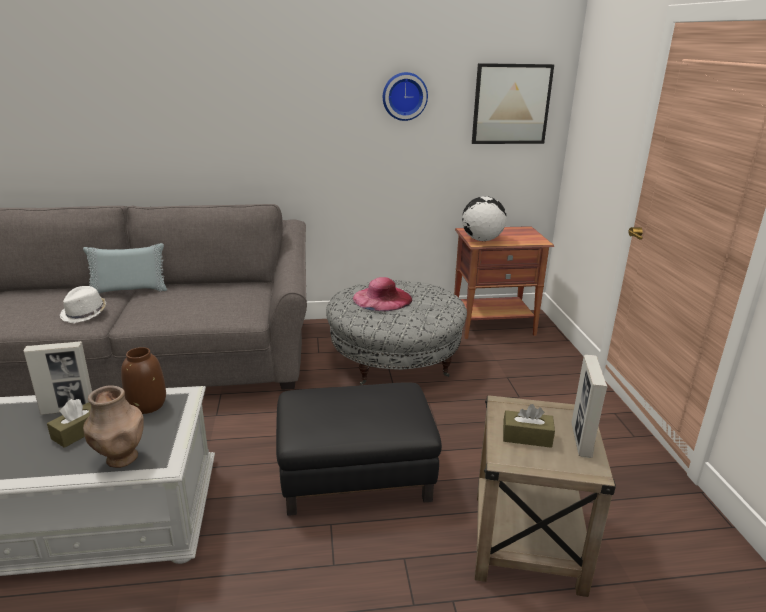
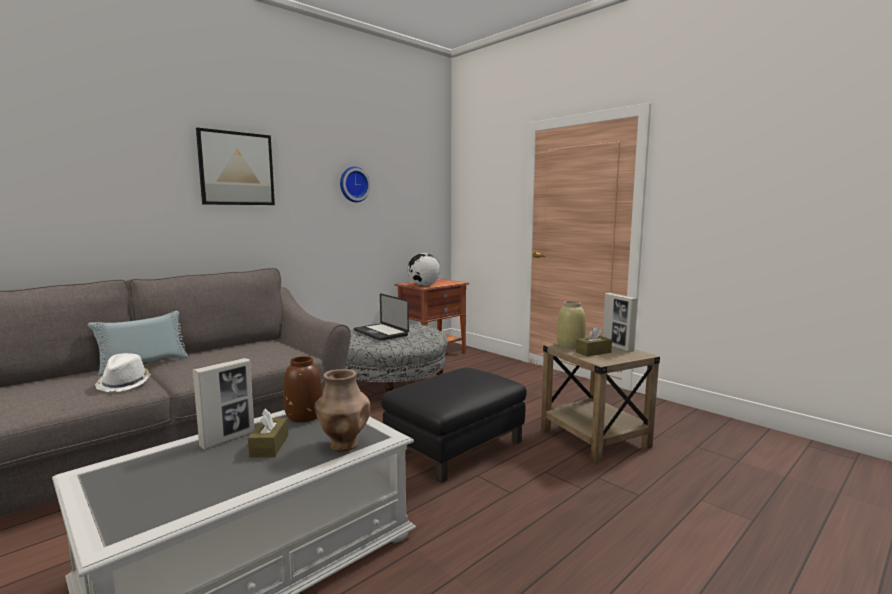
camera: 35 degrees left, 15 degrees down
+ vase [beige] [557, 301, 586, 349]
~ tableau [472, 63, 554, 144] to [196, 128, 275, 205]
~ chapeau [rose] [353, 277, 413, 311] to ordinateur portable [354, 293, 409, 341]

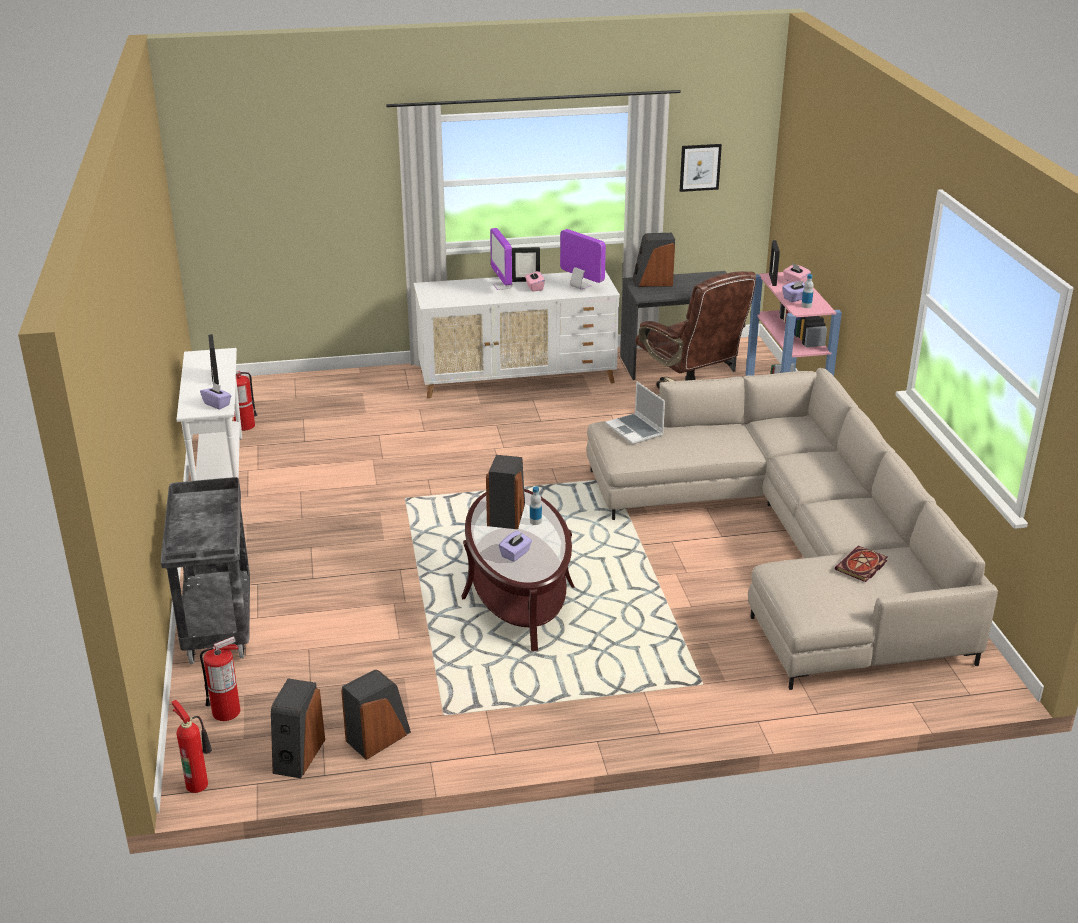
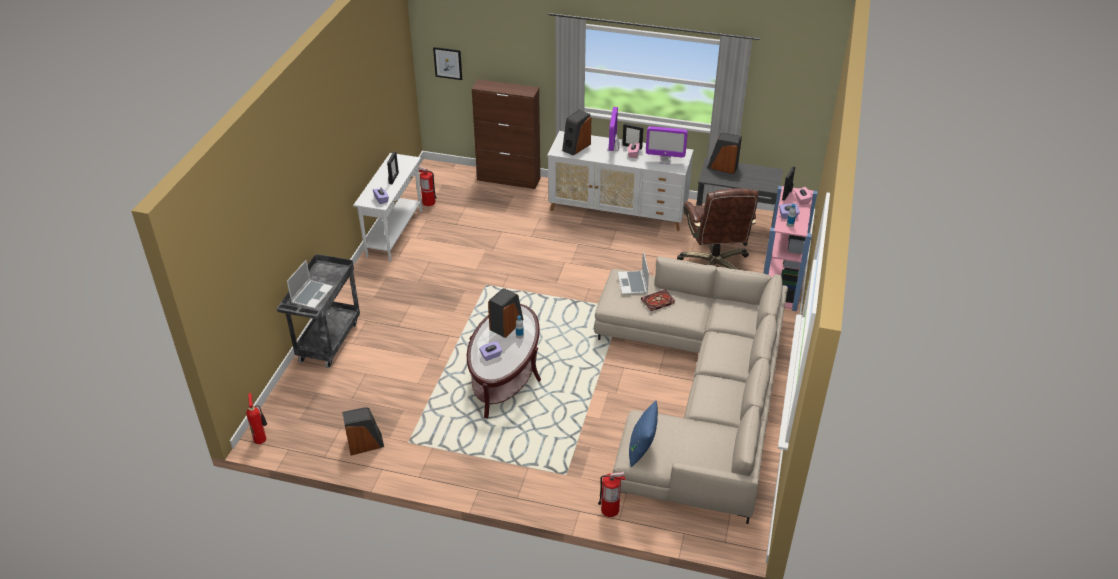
camera: 25 degrees right, 10 degrees up
+ ordinateur portable [287, 260, 333, 309]
+ meuble de rangement [marron] [472, 79, 540, 189]
+ coussin [bleu] [629, 400, 658, 467]
~ extincteur [200, 636, 240, 721] to [598, 472, 626, 517]
~ enceinte [271, 679, 325, 778] to [562, 110, 591, 156]
~ tableau [680, 144, 722, 192] to [433, 47, 462, 80]
~ livre [835, 546, 888, 582] to [641, 290, 675, 311]
~ écran d'ordinateur [560, 229, 606, 290] = [646, 126, 688, 165] 120 degrees clockwise

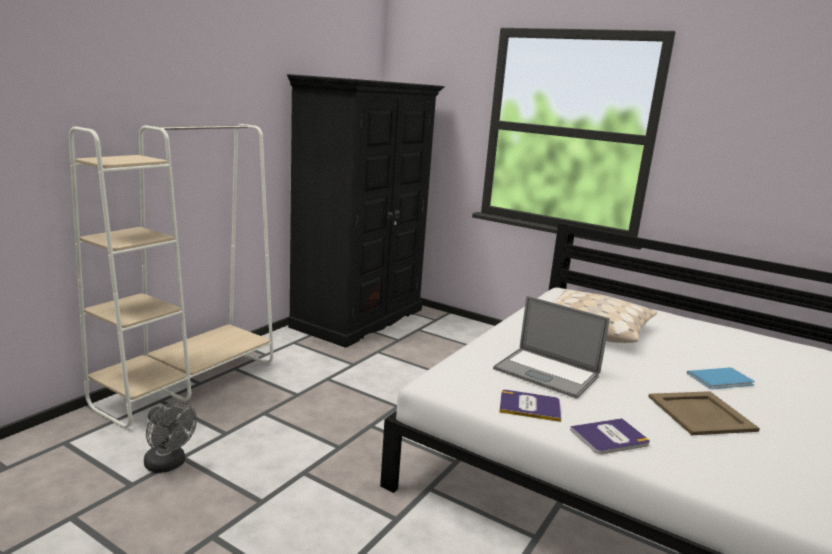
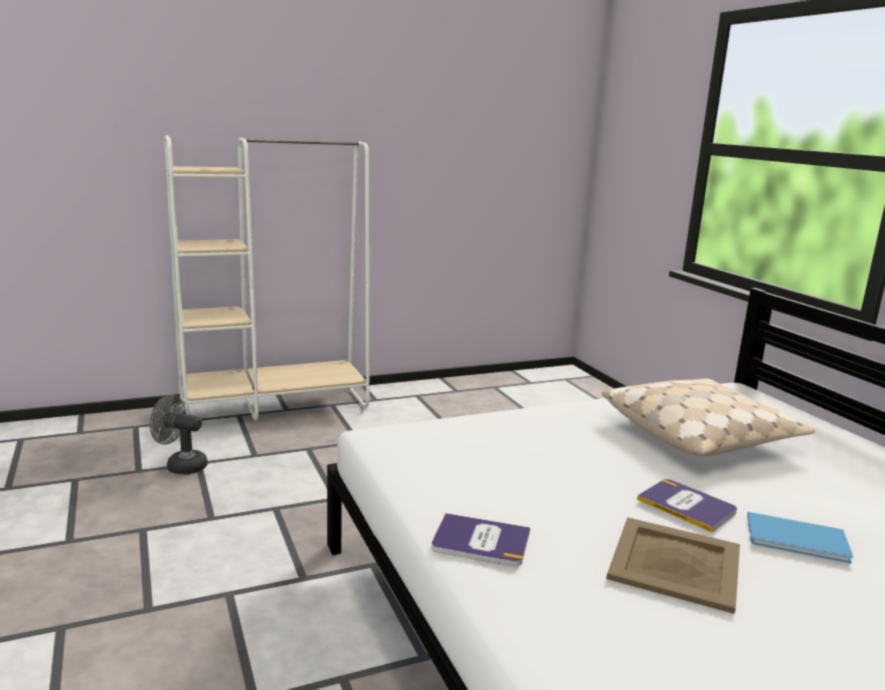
camera: 35 degrees right, 0 degrees up
- armoire [noir] [287, 74, 444, 348]
- ordinateur portable [493, 296, 610, 399]
~ livre [499, 390, 561, 422] to [637, 479, 737, 533]
~ ventilateur [gris] [144, 402, 197, 473] = [150, 395, 208, 474] 120 degrees clockwise

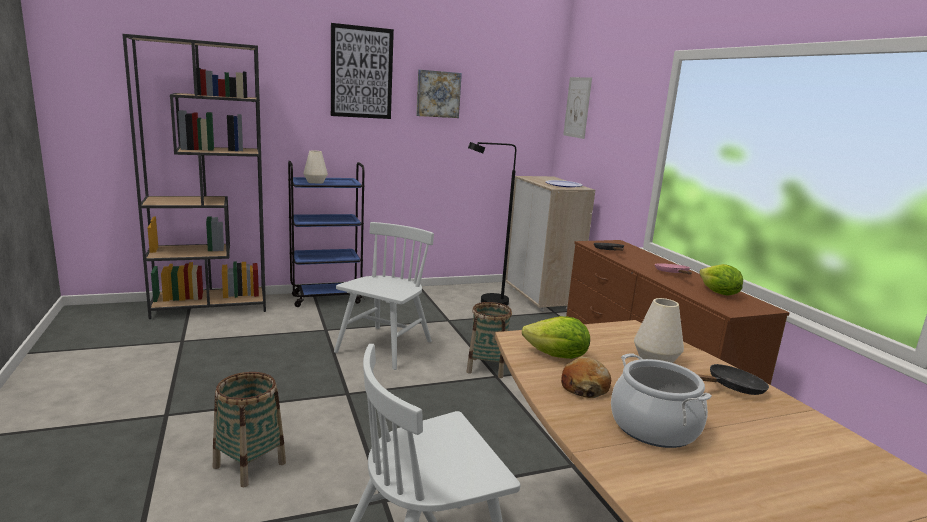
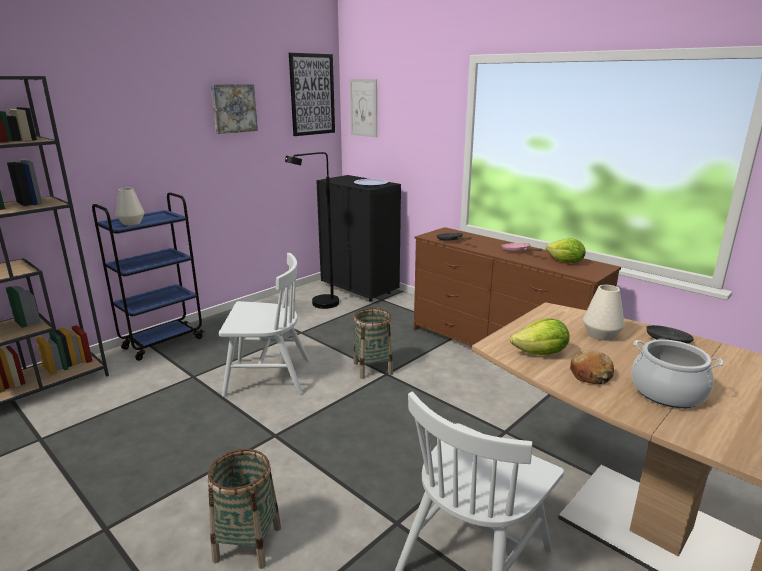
camera: 25 degrees left, 5 degrees up
~ tableau [331, 23, 394, 119] to [289, 53, 335, 136]
~ meuble de rangement [beige] [505, 176, 595, 311] to meuble de rangement [noir] [316, 175, 401, 302]
~ chaise [blanc] [334, 222, 434, 370] = [219, 253, 310, 397] 90 degrees clockwise

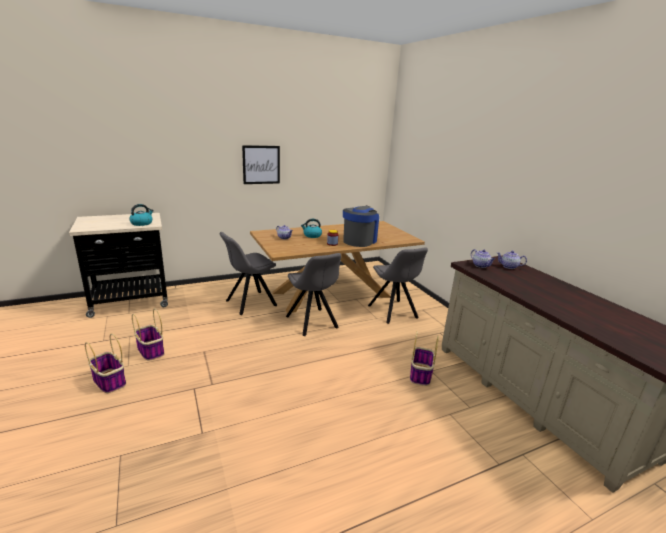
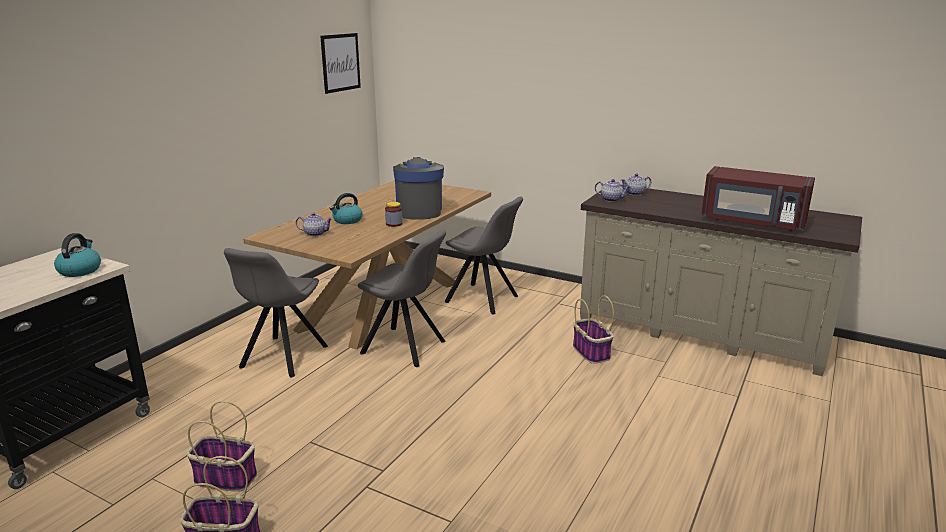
camera: 35 degrees left, 0 degrees up
+ micro-ondes [rouge] [701, 166, 815, 232]
~ tableau [242, 145, 280, 184] to [320, 33, 361, 94]

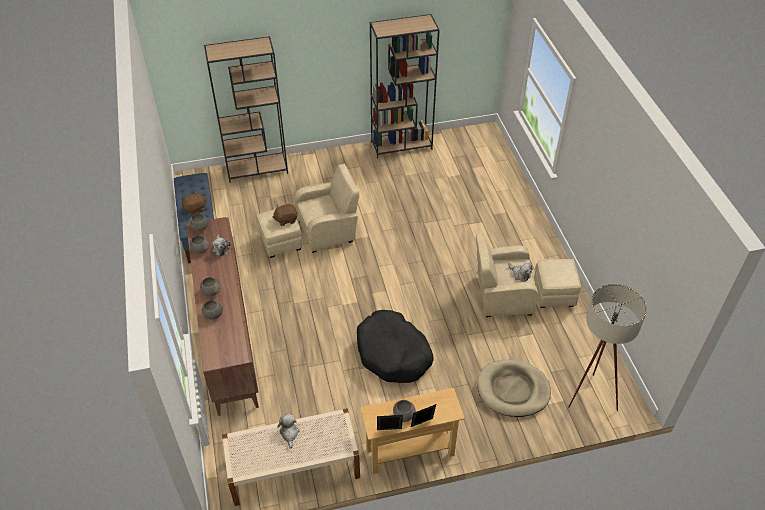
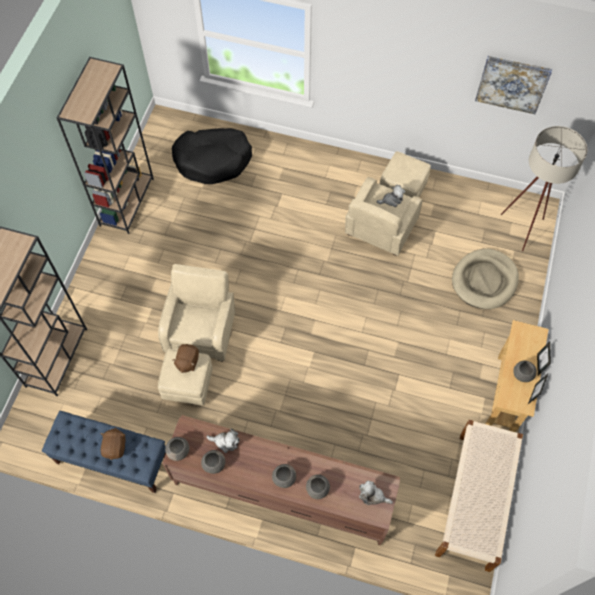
camera: 60 degrees left, 15 degrees up
+ tableau [475, 56, 552, 114]
~ peluche [277, 413, 300, 449] to [359, 481, 393, 505]
~ panier pour chien [noir] [357, 310, 434, 383] to [172, 128, 252, 184]

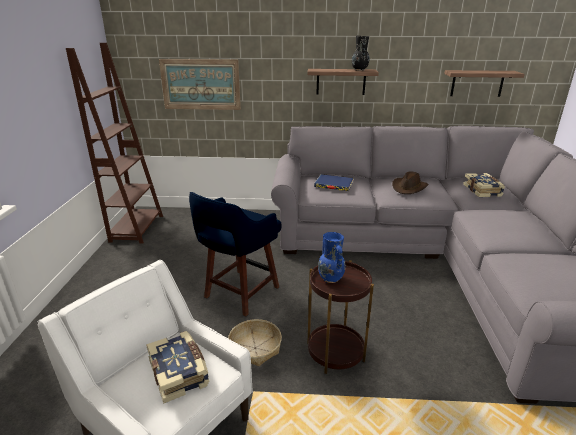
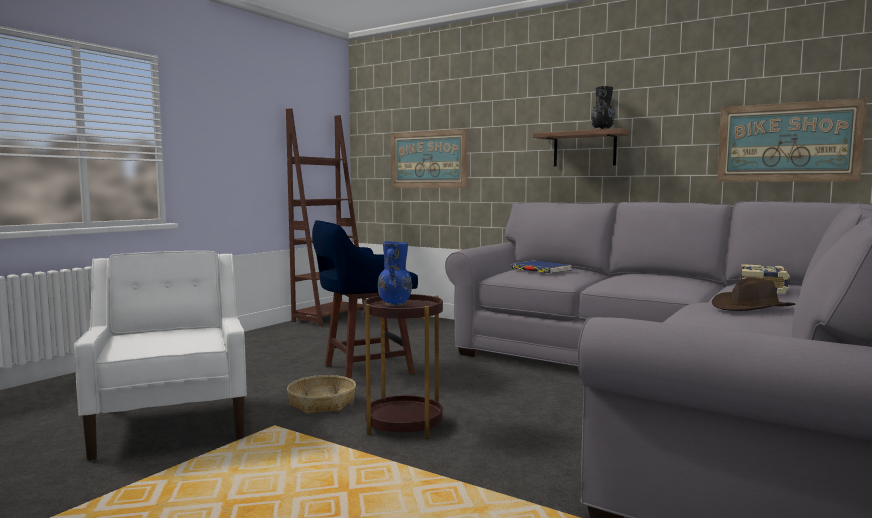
camera: 30 degrees right, 20 degrees down
- livre [146, 331, 209, 404]
~ chapeau [marron] [392, 172, 428, 194] to [712, 278, 795, 311]
~ étagère [444, 70, 525, 97] to tableau [717, 98, 867, 182]

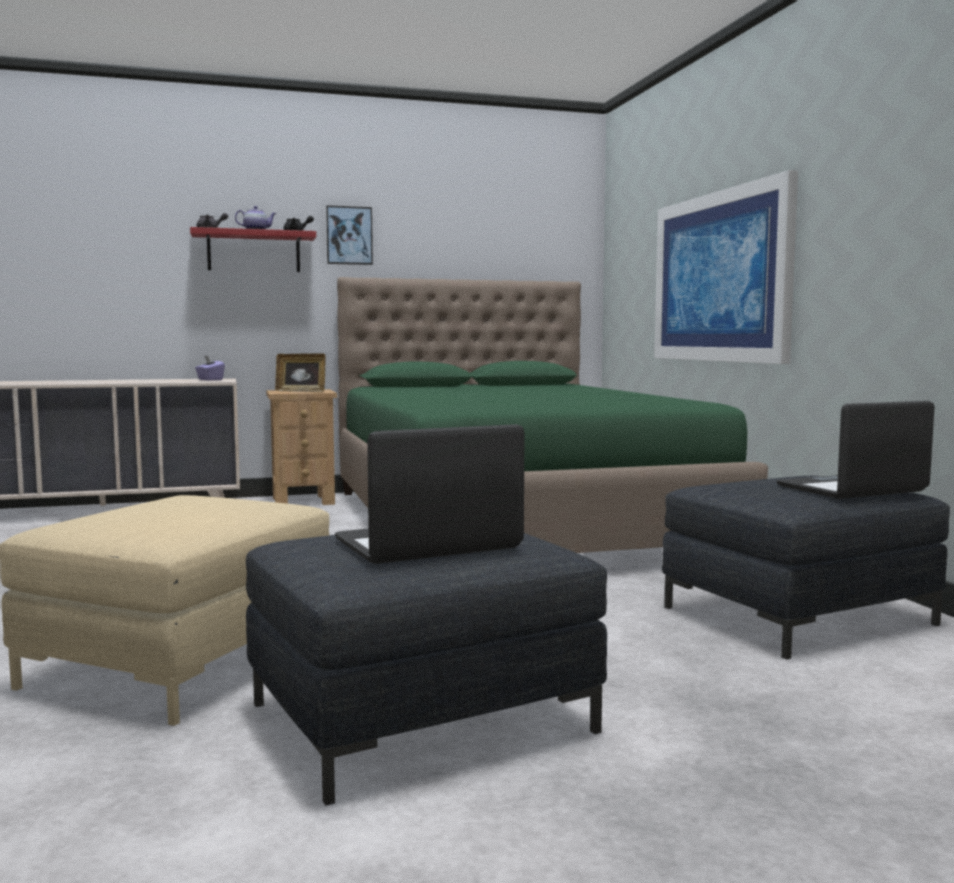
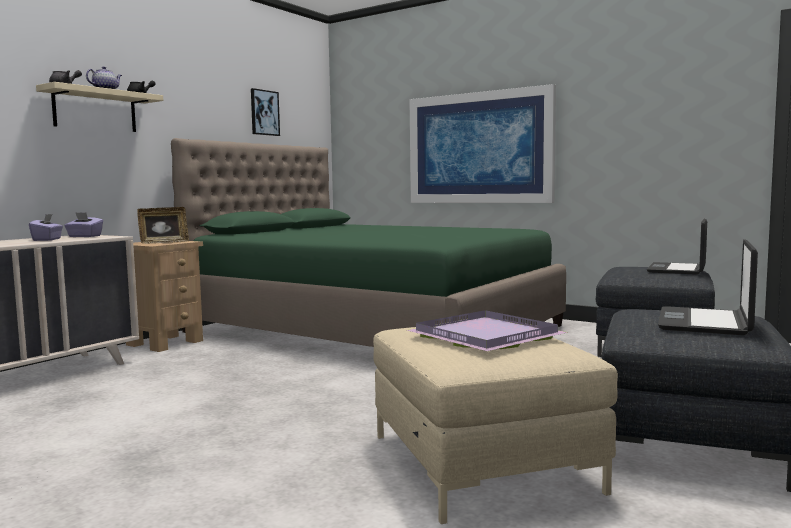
camera: 40 degrees left, 0 degrees up
+ boîte à mouchoirs [violet] [29, 214, 63, 241]
+ plateau [violet] [407, 310, 567, 351]
~ tableau [326, 205, 373, 265] to [251, 88, 280, 136]
~ étagère [rouge] [190, 227, 316, 272] to étagère [beige] [36, 82, 163, 132]

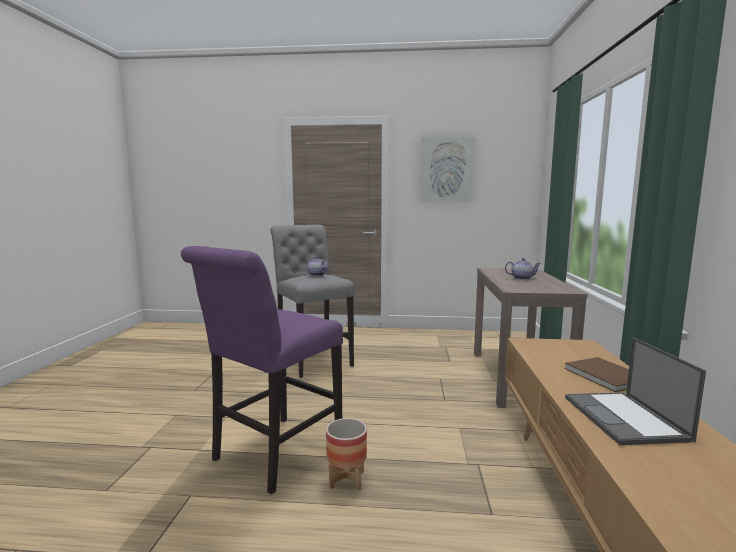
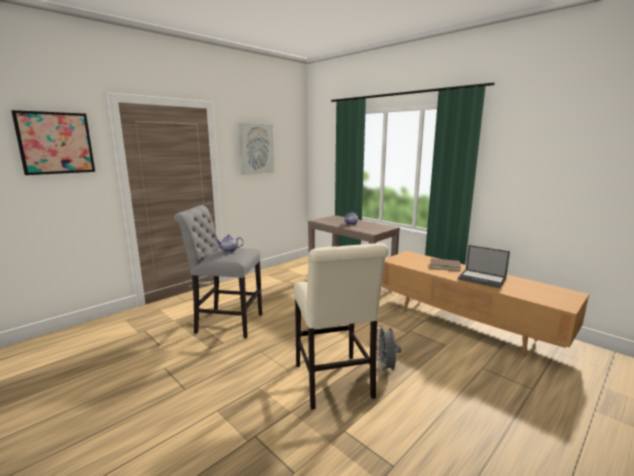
camera: 50 degrees left, 5 degrees up
+ tableau [11, 110, 95, 175]
~ cache-pot [326, 418, 367, 491] to ventilateur [gris] [376, 325, 401, 374]
~ tabouret [violet] [181, 246, 343, 494] to tabouret [beige] [294, 243, 389, 410]

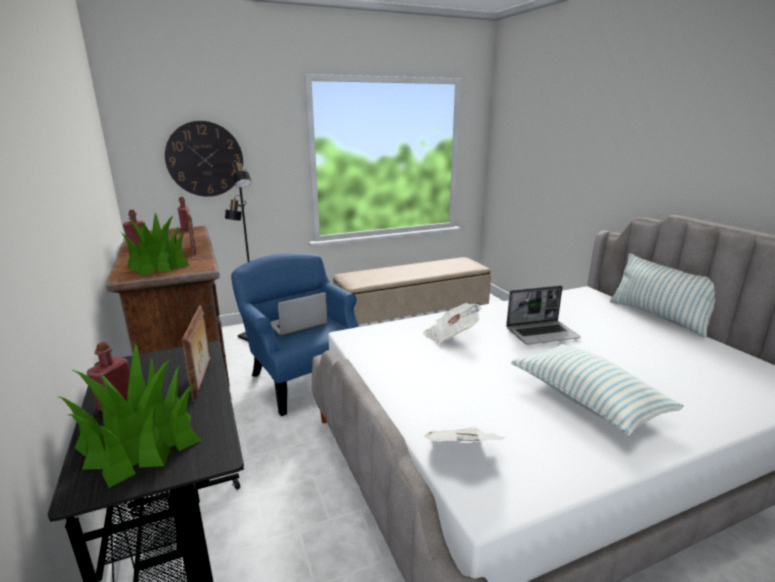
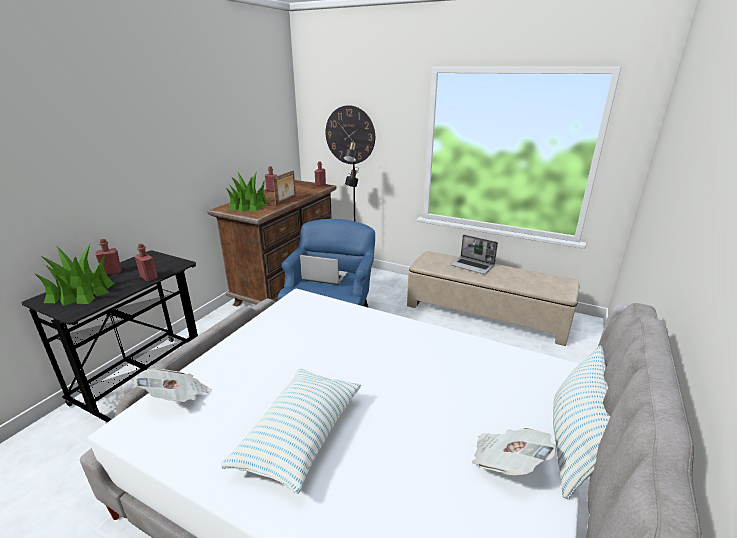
camera: 50 degrees right, 5 degrees up
~ journal [423, 303, 482, 343] to [472, 428, 556, 475]
~ ordinateur portable [506, 286, 581, 345] to [450, 235, 498, 274]
~ cadre photo [182, 305, 210, 402] to bouteille [rouge] [135, 244, 158, 282]

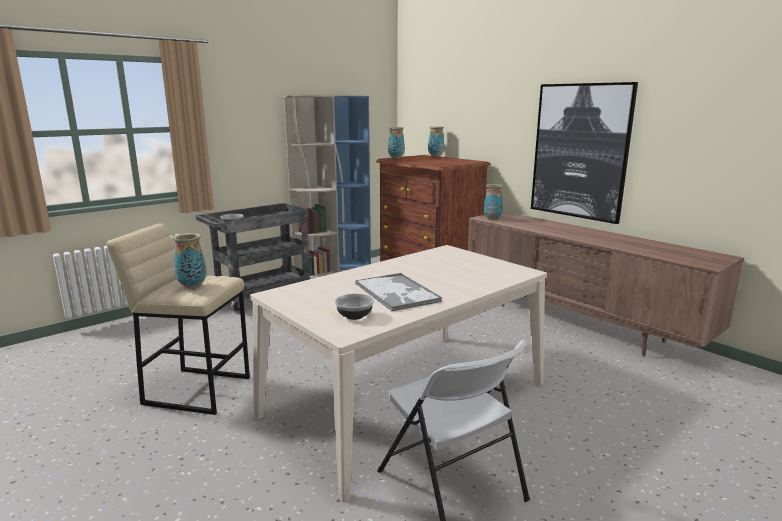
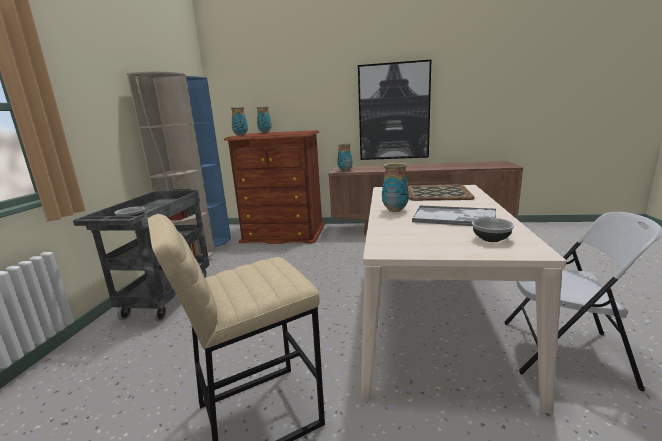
camera: 40 degrees left, 0 degrees up
+ plateau [408, 184, 474, 201]
~ vase [173, 233, 207, 289] to [382, 163, 409, 212]

